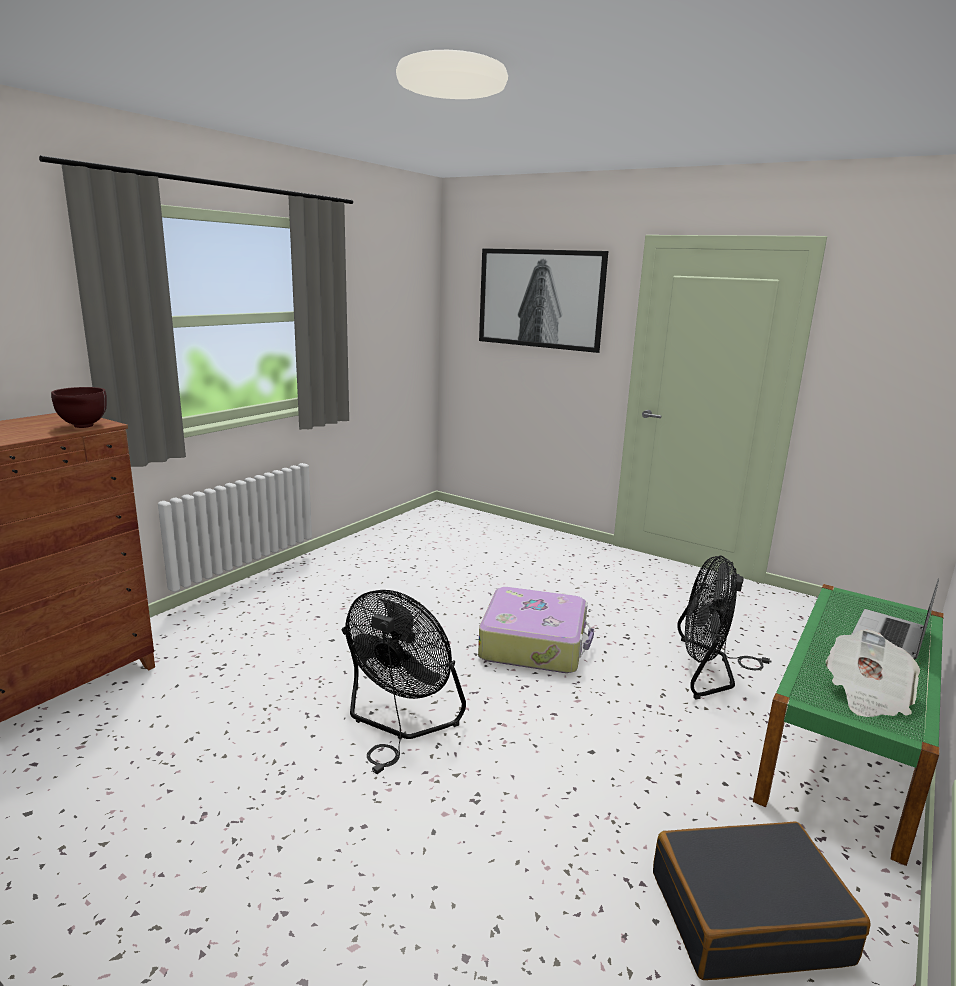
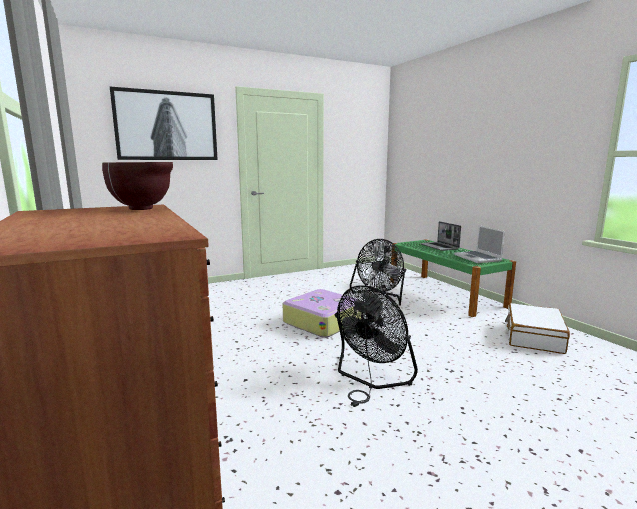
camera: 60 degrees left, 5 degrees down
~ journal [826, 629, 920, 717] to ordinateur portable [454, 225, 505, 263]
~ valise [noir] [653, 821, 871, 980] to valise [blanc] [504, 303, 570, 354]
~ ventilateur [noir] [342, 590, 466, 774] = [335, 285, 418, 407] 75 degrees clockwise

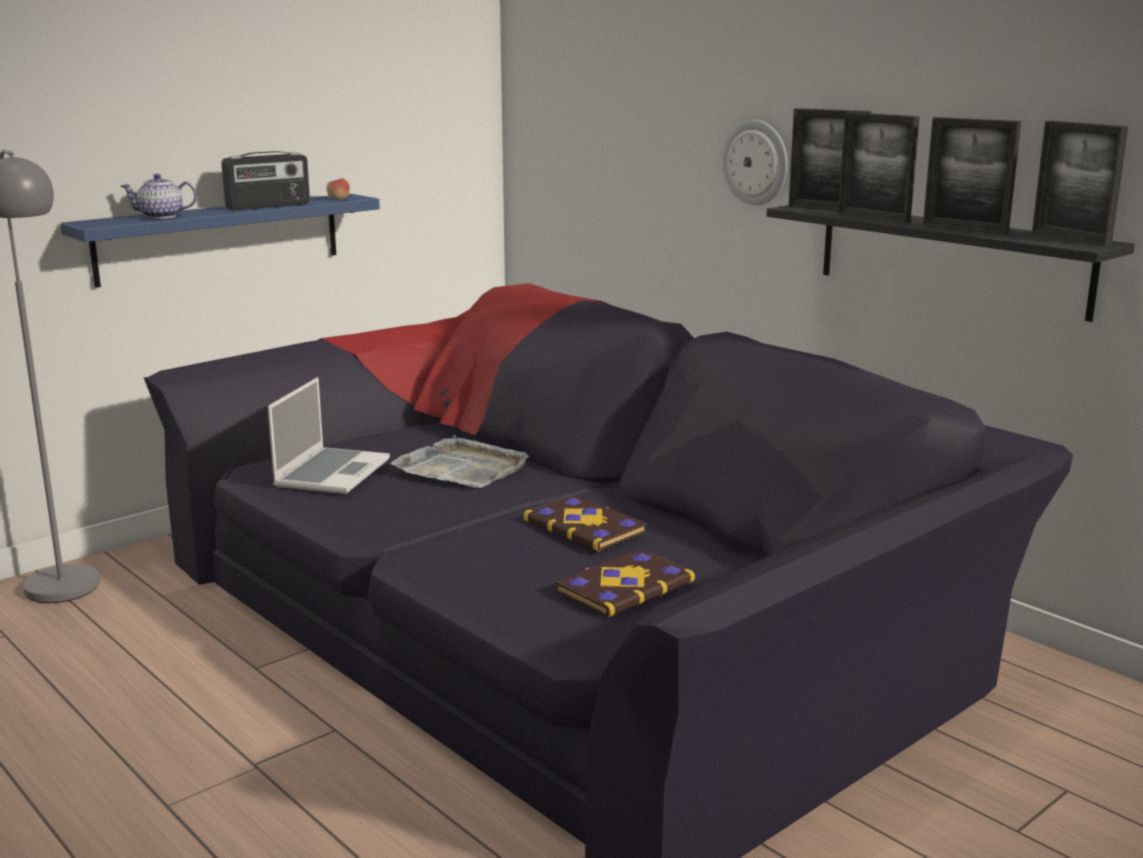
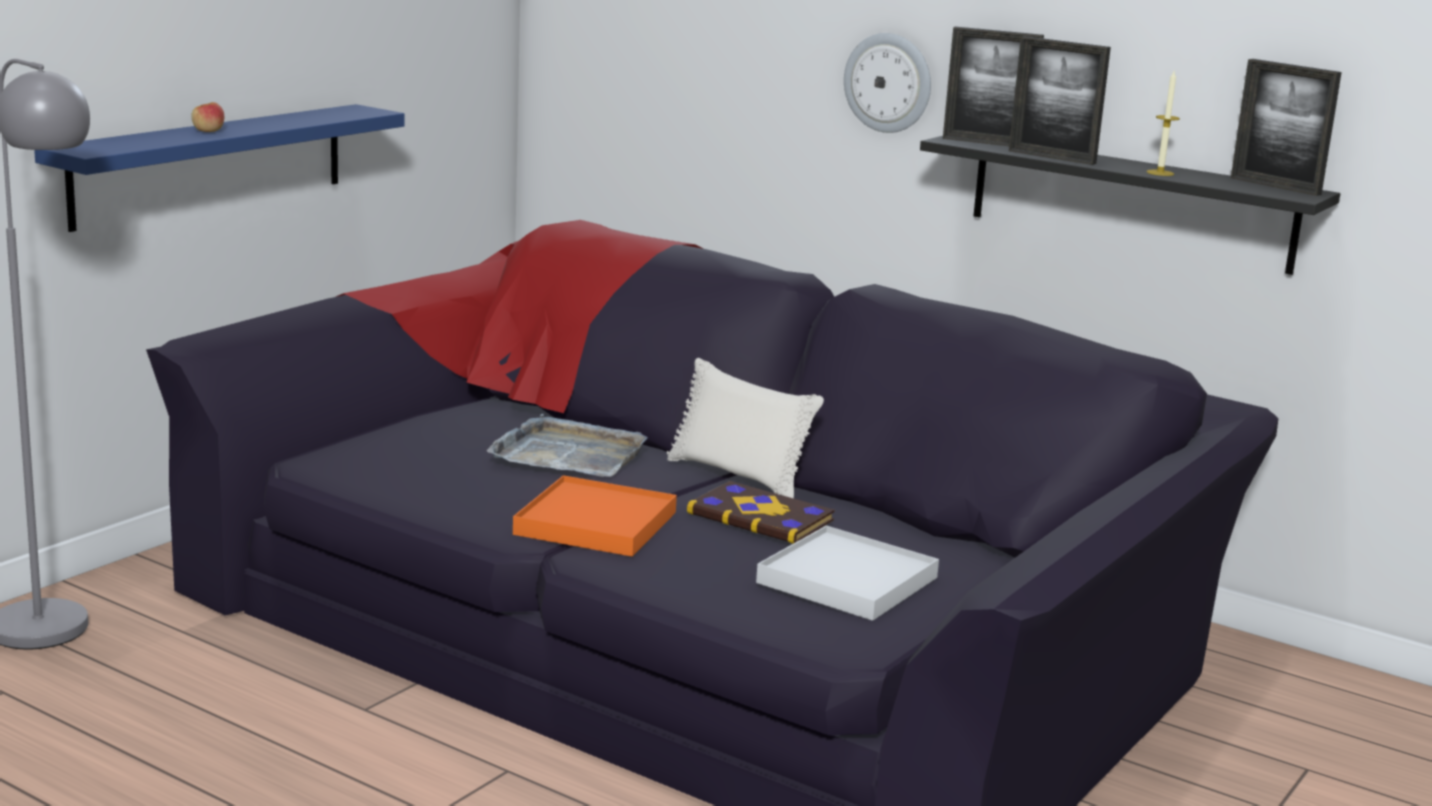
camera: 15 degrees left, 0 degrees up
- théière [121, 174, 197, 219]
- radio [221, 151, 310, 210]
- ordinateur portable [267, 377, 390, 494]
+ plateau [orange] [513, 475, 677, 557]
+ coussin [blanc] [667, 358, 824, 498]
~ pomme [326, 178, 350, 200] to [191, 102, 224, 132]
~ livre [555, 549, 695, 617] to plateau [blanc] [756, 526, 939, 621]
~ cadre photo [923, 117, 1021, 234] to bougie [1147, 71, 1180, 176]

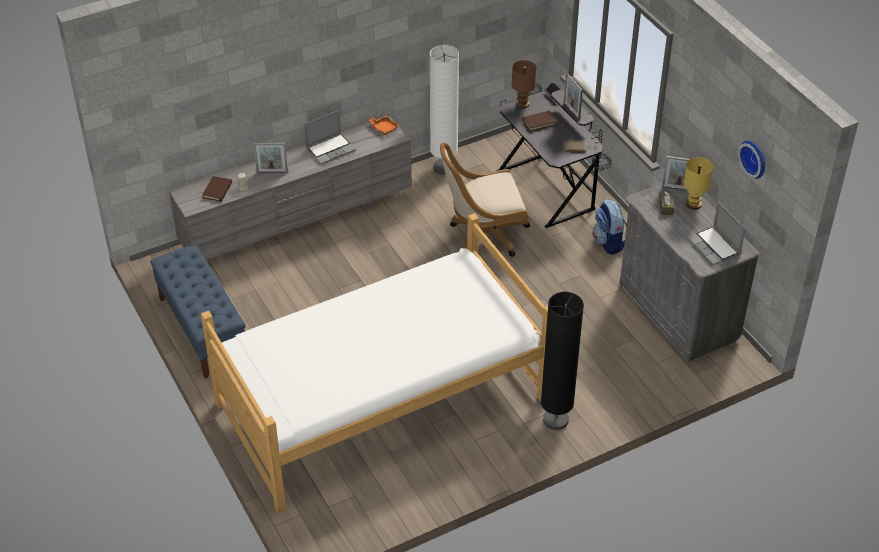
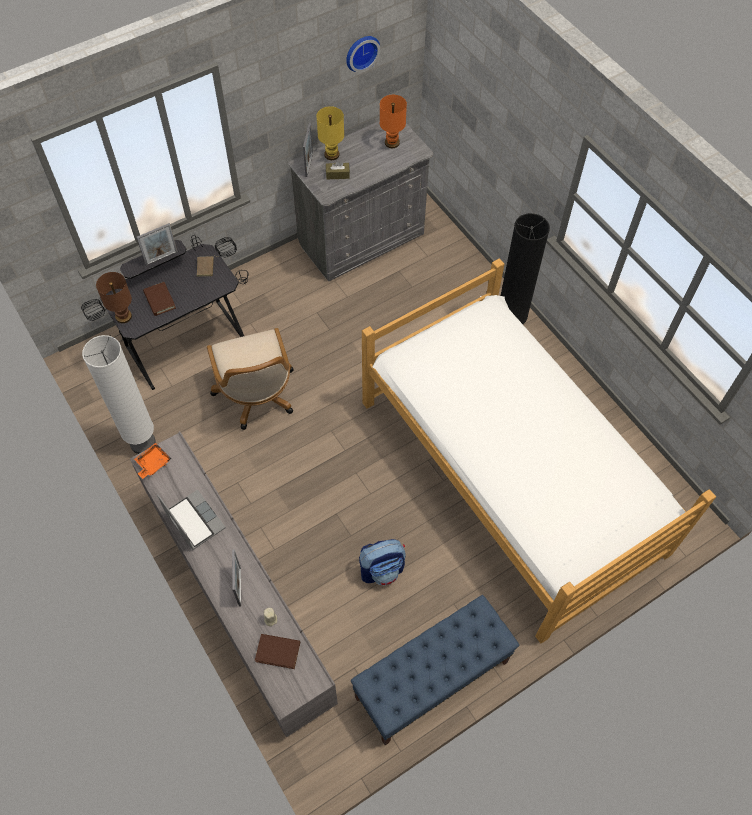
camera: 95 degrees left, 15 degrees up
~ sac à dos [592, 199, 627, 255] to [359, 539, 406, 585]
~ ordinateur portable [687, 202, 746, 265] to lampe de table [orange] [380, 95, 407, 148]

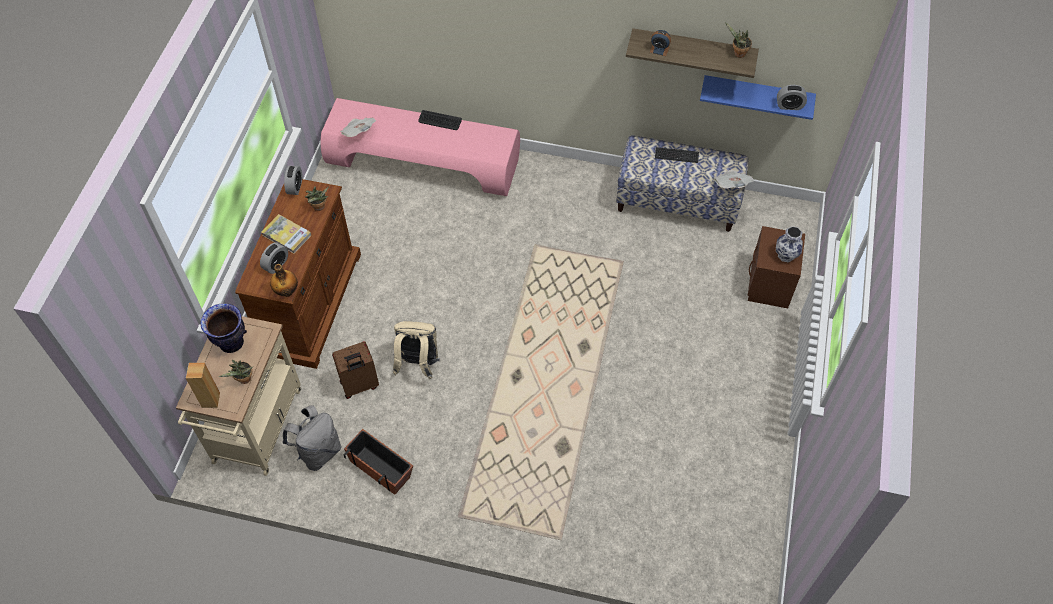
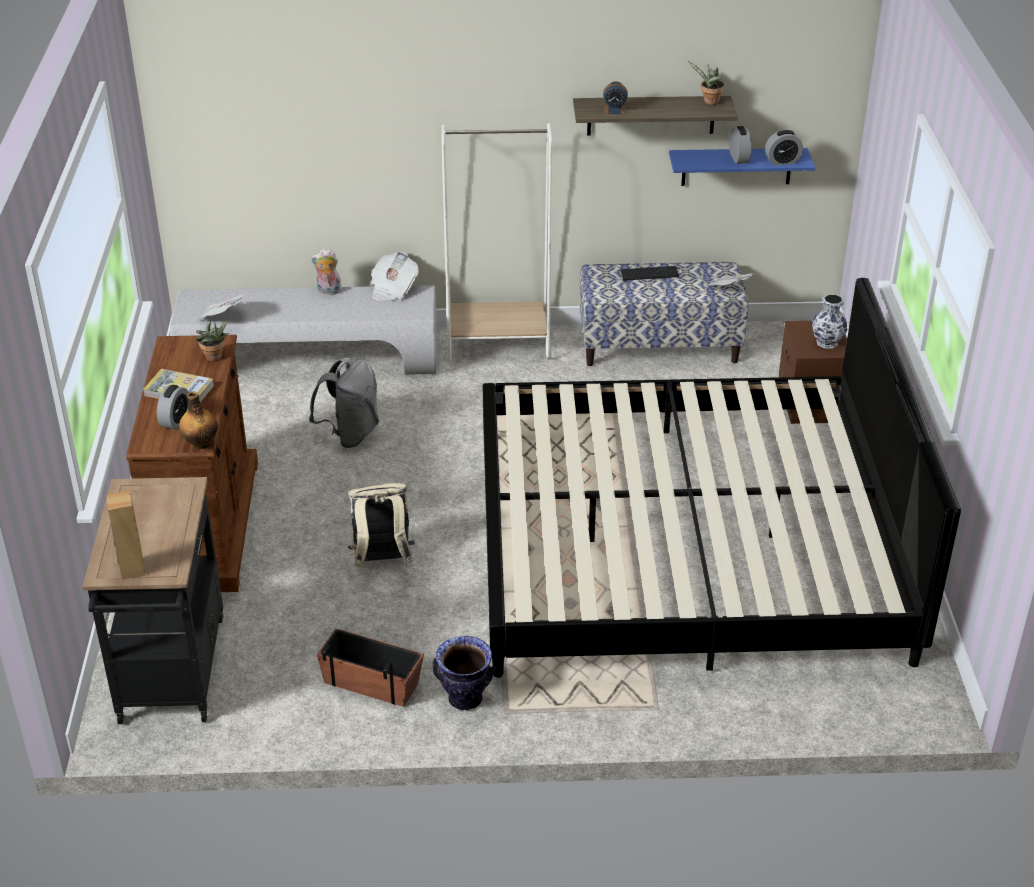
camera: 15 degrees left, 20 degrees down
- plante en pot [219, 360, 253, 384]
- valise [marron] [332, 341, 379, 399]
+ journal [370, 251, 419, 301]
+ portant [442, 123, 552, 361]
+ lit [483, 278, 961, 678]
~ vase [200, 303, 247, 353] to [432, 636, 496, 710]
~ sac à dos [gris] [283, 405, 341, 471] to [309, 357, 379, 448]
~ réveil [284, 166, 302, 195] to [729, 126, 751, 164]
~ clavier [418, 110, 462, 130] to peluche [311, 249, 342, 295]
~ chariot [beige] [176, 316, 301, 476] to chariot [noir] [83, 477, 224, 724]
~ banc [rose] [321, 98, 520, 196] to banc [gris] [170, 285, 437, 375]

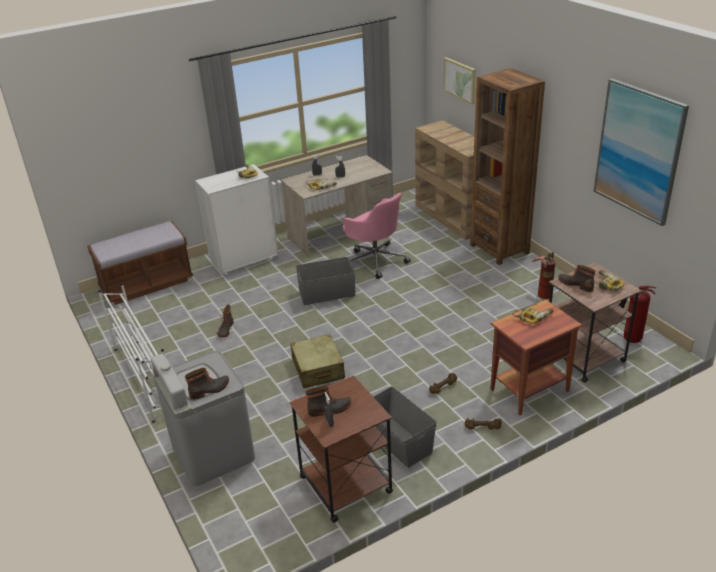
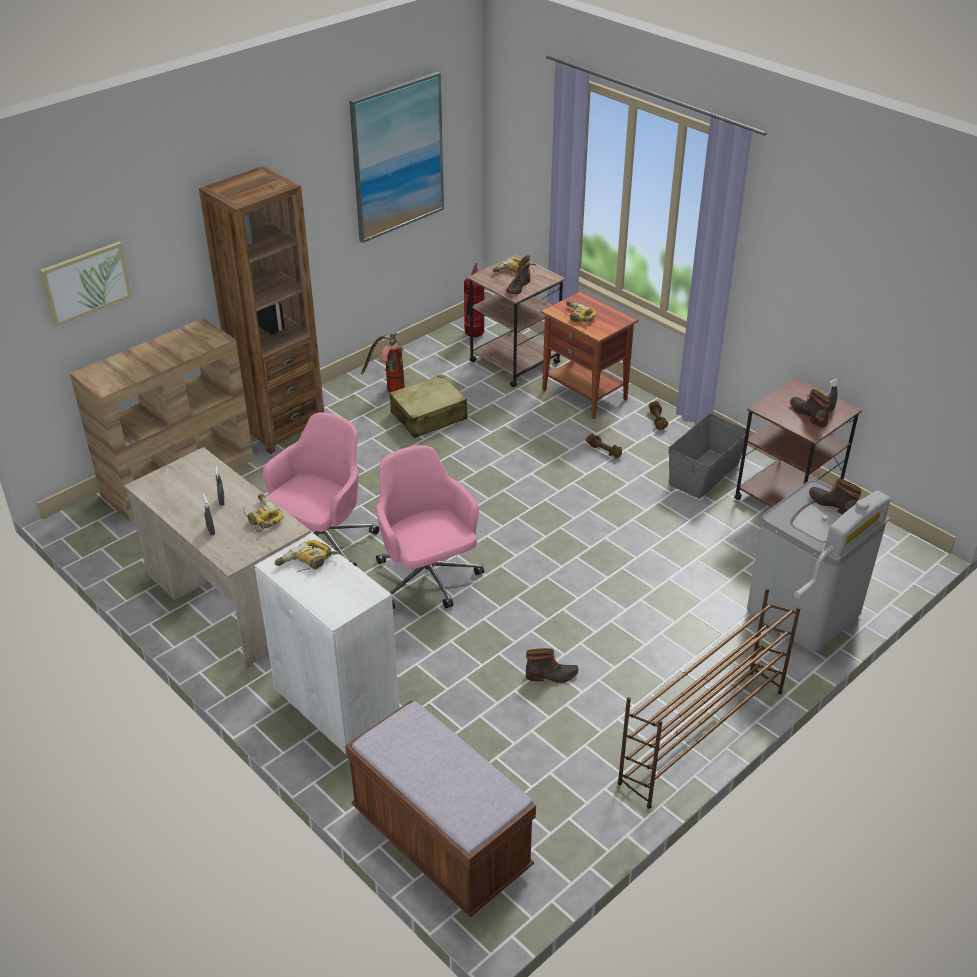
camera: 105 degrees left, 5 degrees up
~ valise [beige] [290, 334, 345, 388] to [390, 374, 468, 438]
~ boîte de rangement [gris] [296, 257, 355, 305] to chaise de bureau [rose] [376, 445, 484, 609]
~ étagère à chaussures [blanc] [98, 283, 165, 423] to étagère à chaussures [marron] [618, 588, 801, 808]

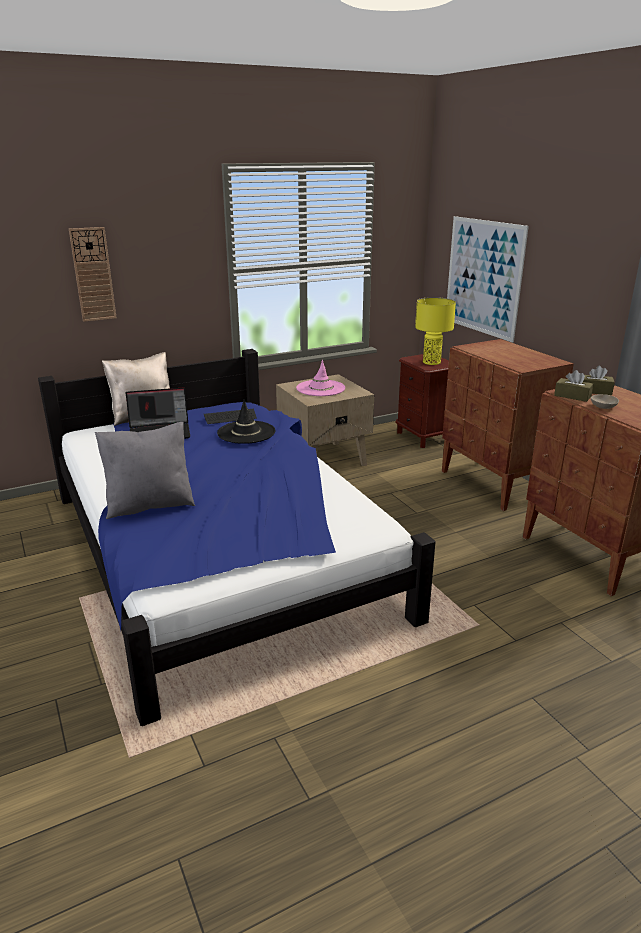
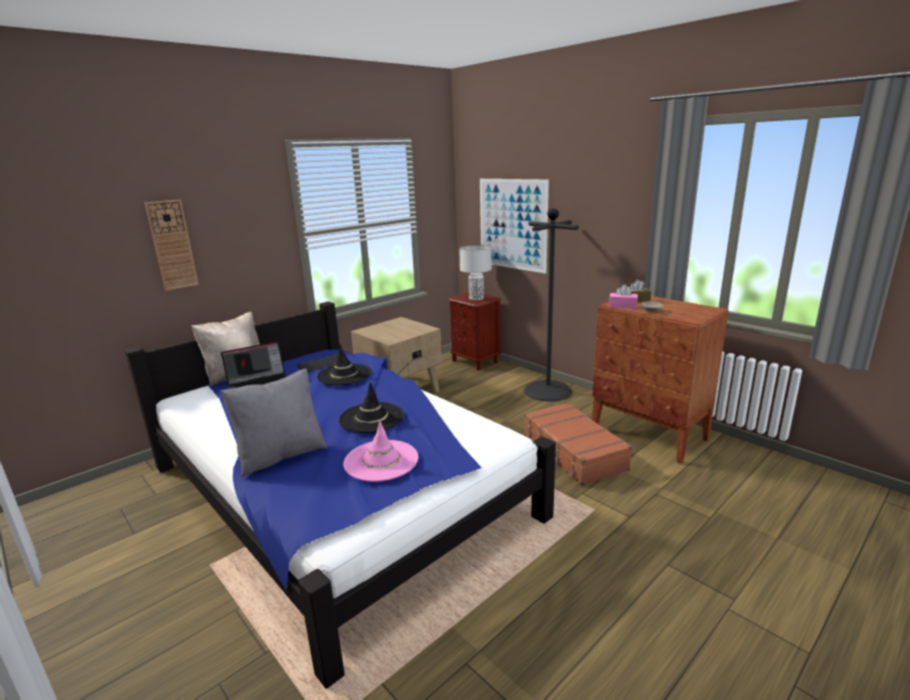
camera: 15 degrees left, 5 degrees down
+ chapeau [noir] [339, 382, 404, 433]
+ valise [marron] [524, 402, 633, 486]
~ chapeau [rose] [296, 360, 345, 396] to [343, 421, 418, 482]
~ commode [marron] [442, 339, 574, 511] to portant [noir] [524, 209, 579, 402]
~ lampe de table [jaune] [415, 297, 456, 365] to lampe de table [blanc] [459, 245, 492, 300]
~ boîte à mouchoirs [marron] [554, 370, 594, 402] to boîte à mouchoirs [rose] [609, 284, 638, 309]

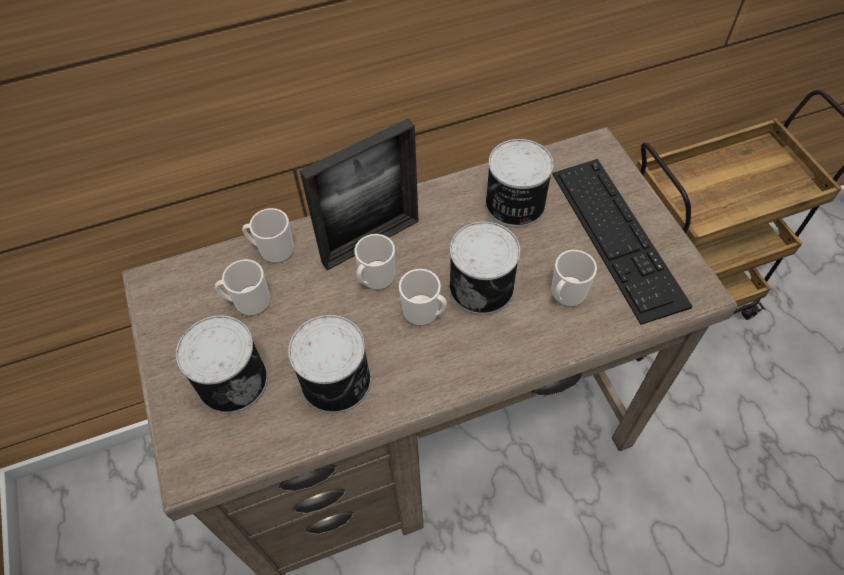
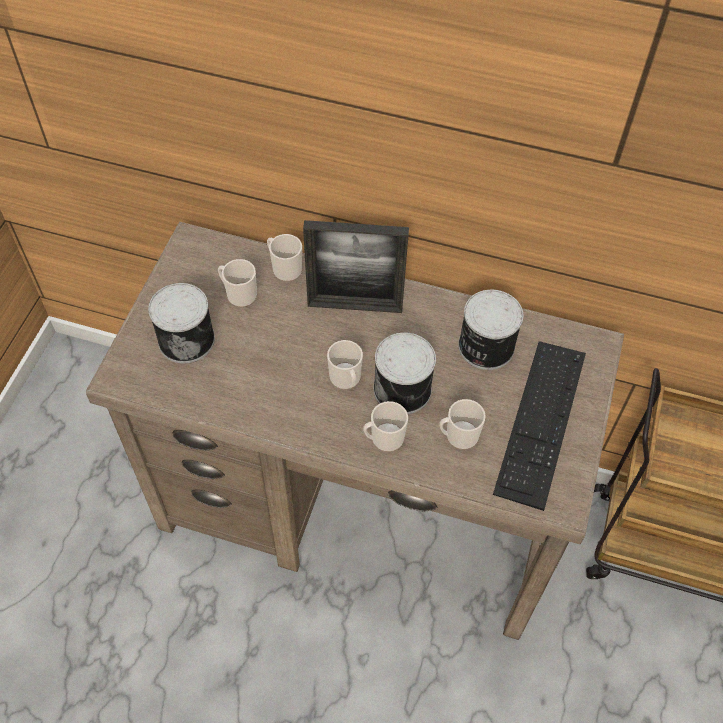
camera: 35 degrees right, 0 degrees up
- boîte métallique [288, 315, 371, 414]
~ mug [355, 234, 395, 290] to [363, 401, 408, 452]

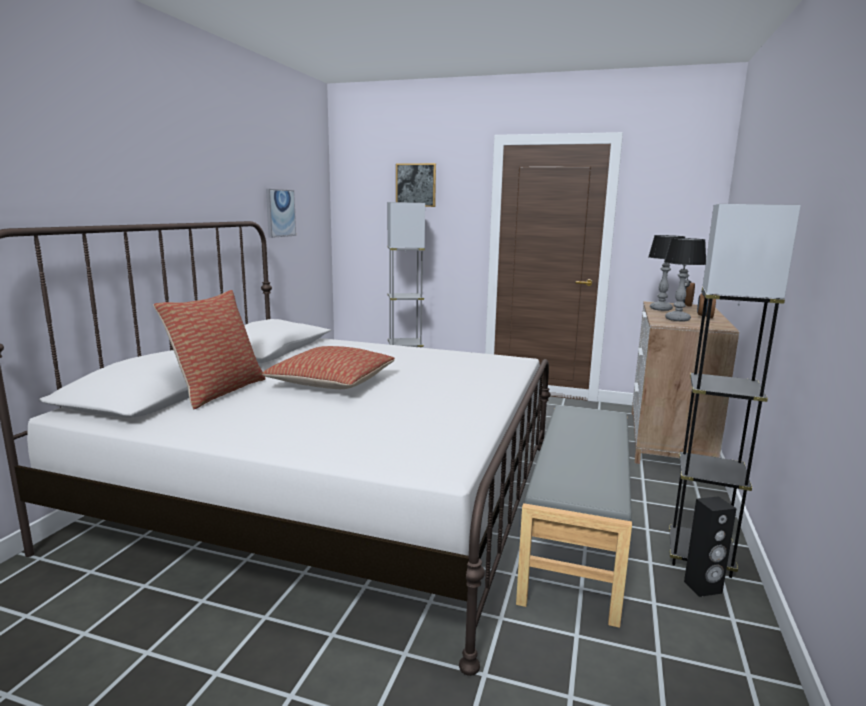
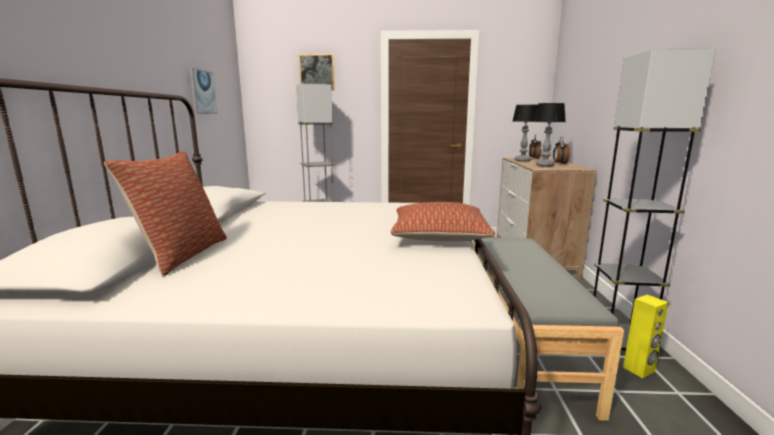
camera: 15 degrees left, 0 degrees up
~ coussin [262, 346, 395, 389] to [391, 202, 495, 241]
~ enceinte [noir] [684, 496, 737, 597] to enceinte [jaune] [623, 295, 669, 378]

